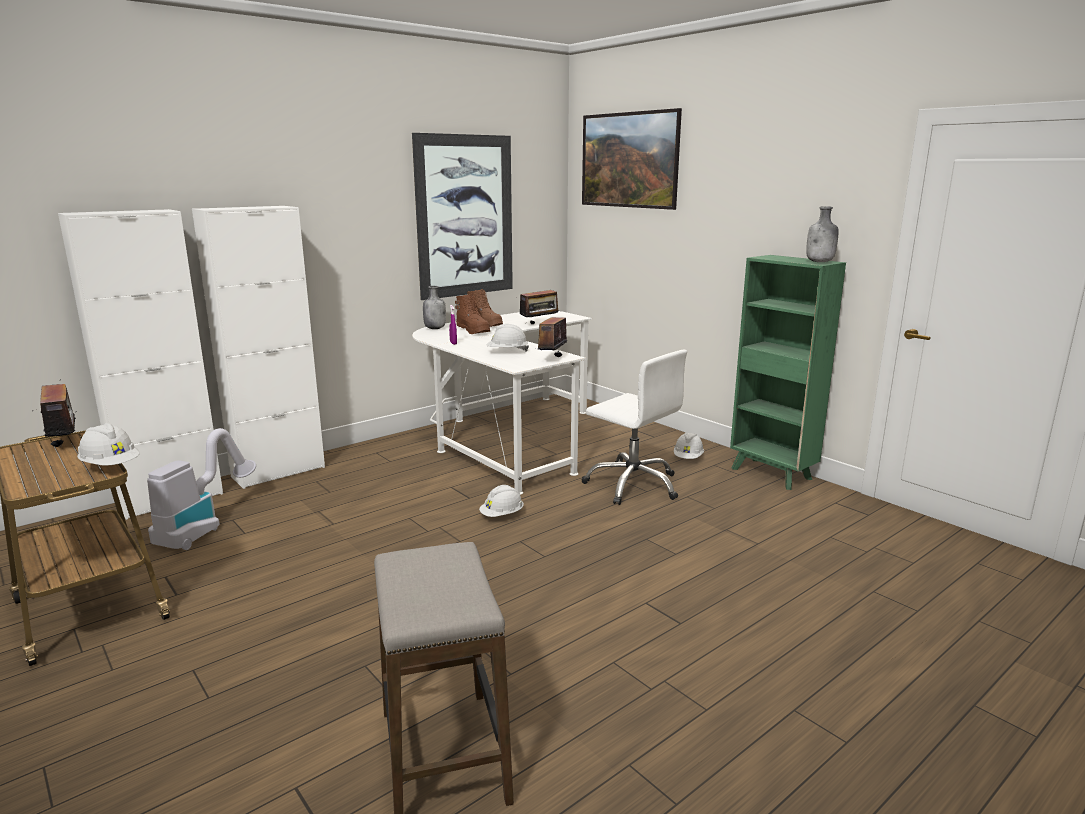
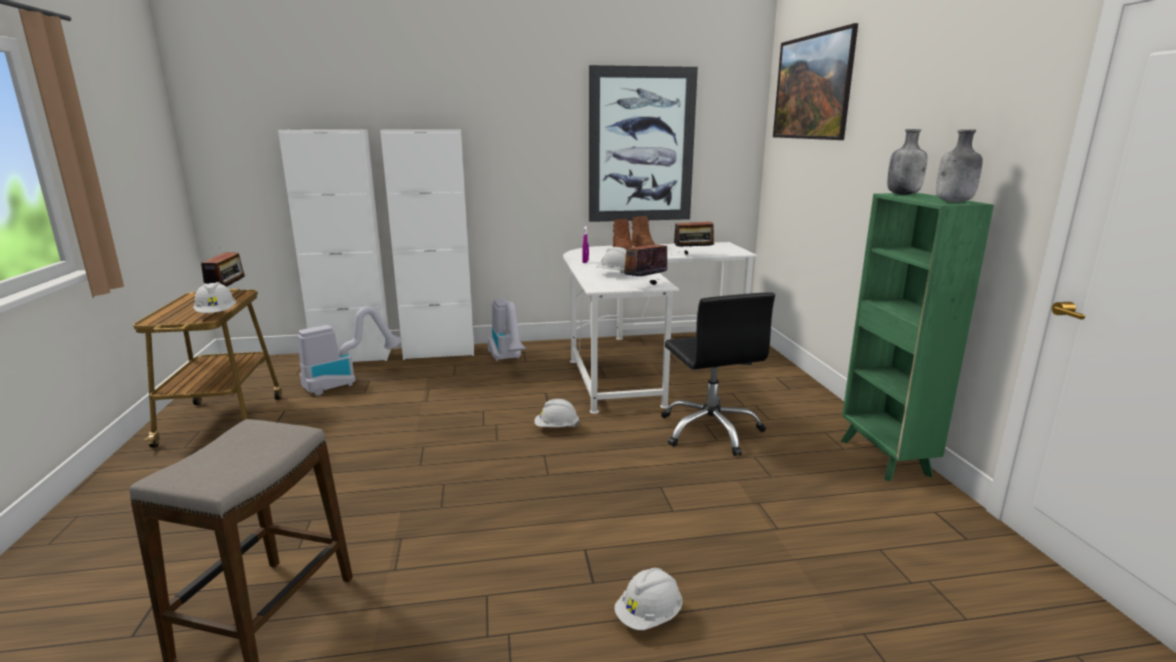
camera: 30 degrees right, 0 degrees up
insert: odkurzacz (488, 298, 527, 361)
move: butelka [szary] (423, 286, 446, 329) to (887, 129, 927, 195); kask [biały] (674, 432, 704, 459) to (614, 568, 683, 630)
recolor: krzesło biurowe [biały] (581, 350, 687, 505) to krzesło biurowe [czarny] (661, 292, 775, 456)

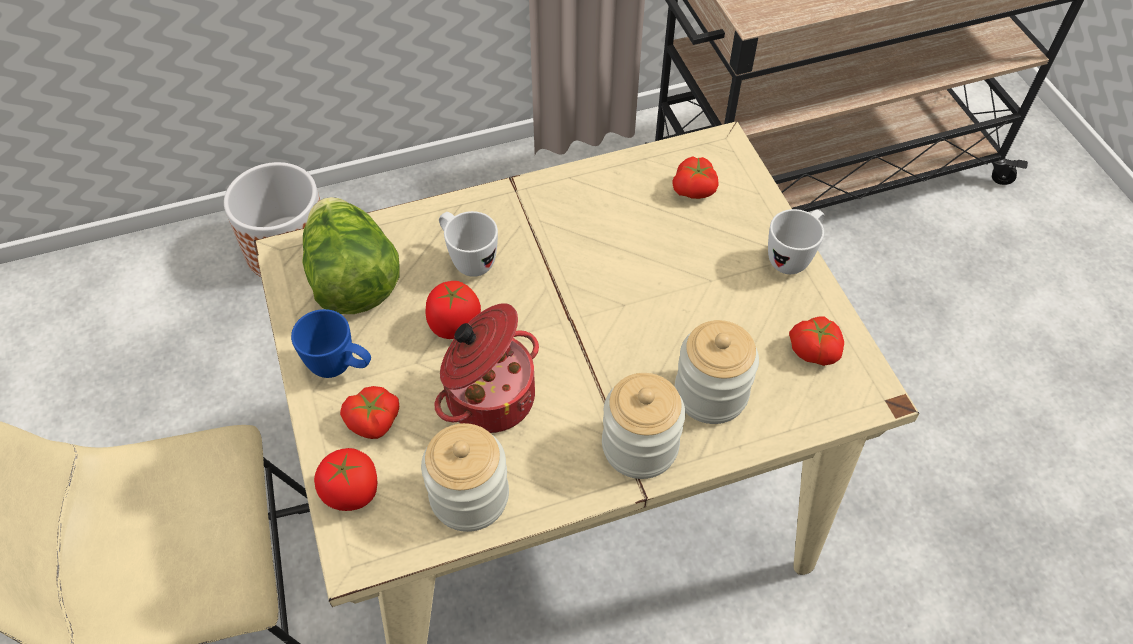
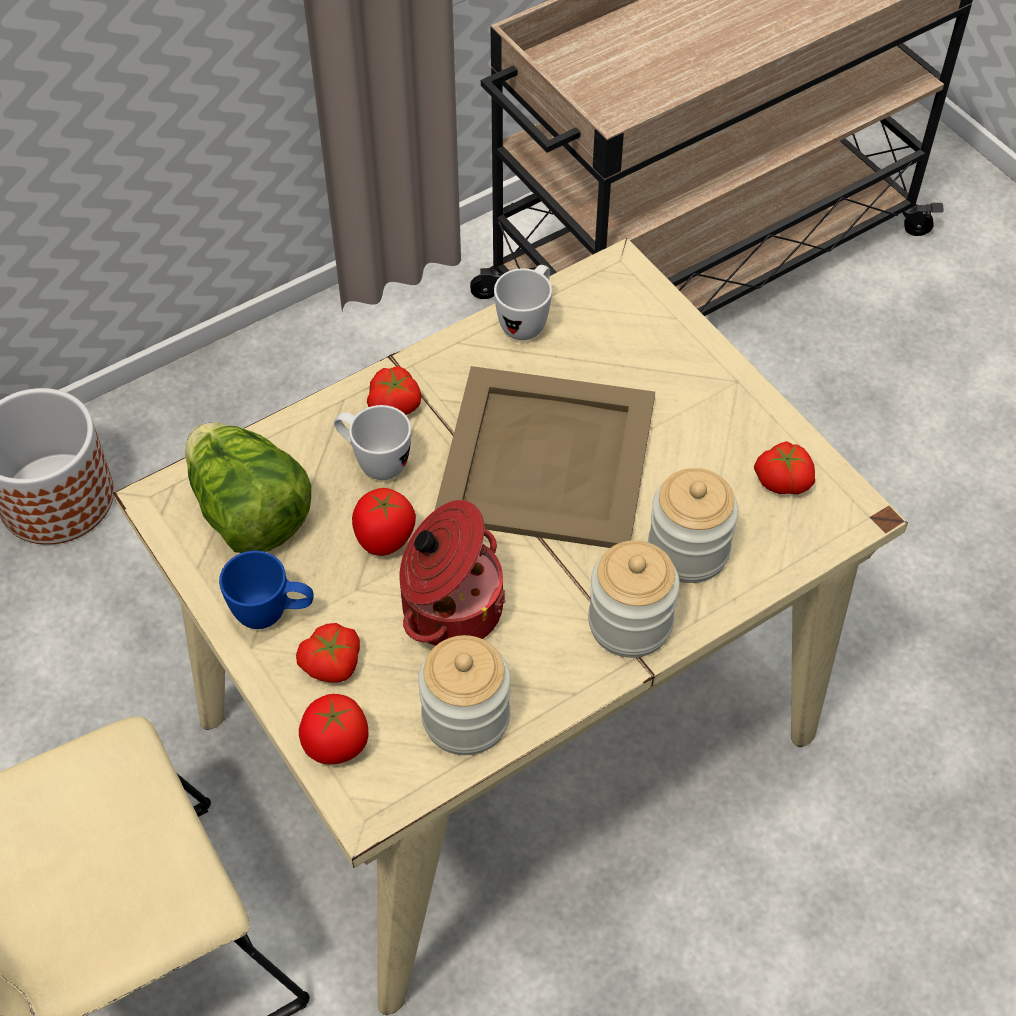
camera: 15 degrees left, 0 degrees up
insert: taca [beżowy] (435, 366, 655, 548)
move: pomidor (672, 157, 718, 199) to (367, 366, 422, 415); kubek [biały] (768, 209, 824, 274) to (494, 265, 552, 340)

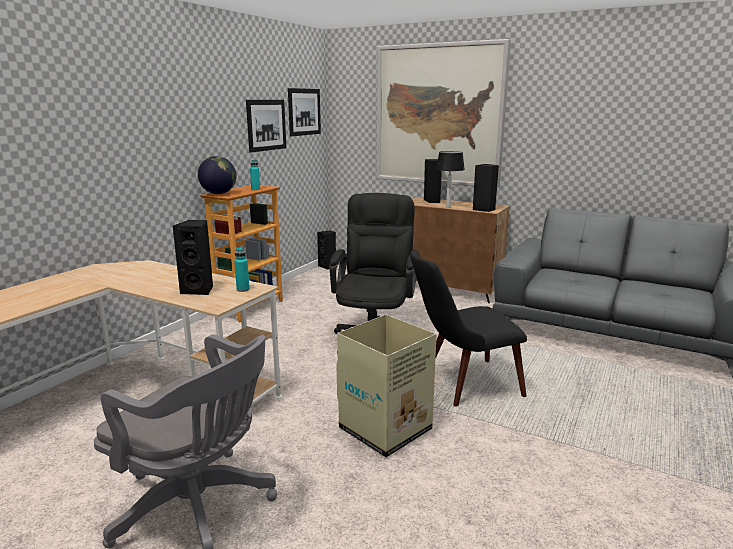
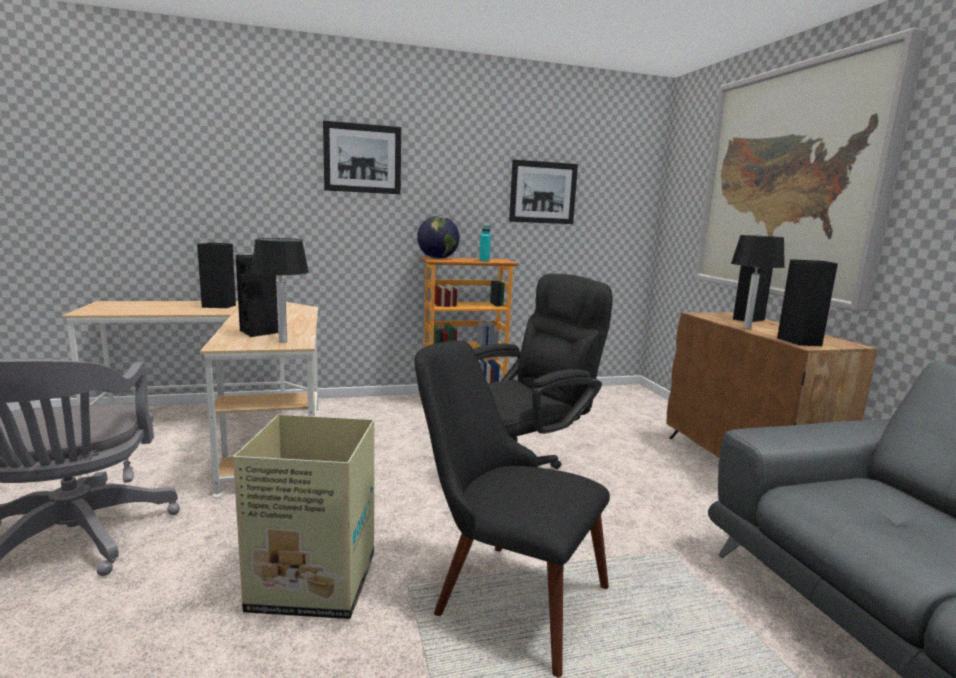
camera: 45 degrees right, 5 degrees down
move: obraz (288, 88, 321, 136) to (323, 121, 401, 194); głośnik [czarny] (317, 230, 336, 270) to (197, 242, 236, 308)
replace: butelka [turkusowy] (234, 247, 250, 292) to lampa stołowa (251, 238, 309, 343)

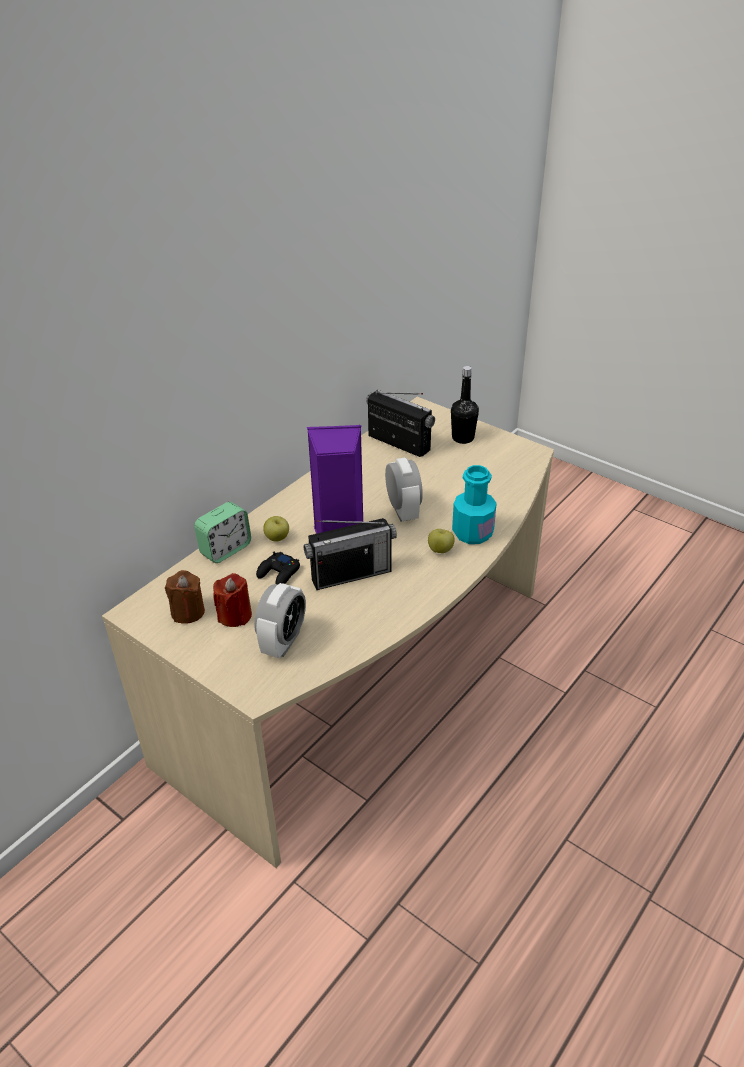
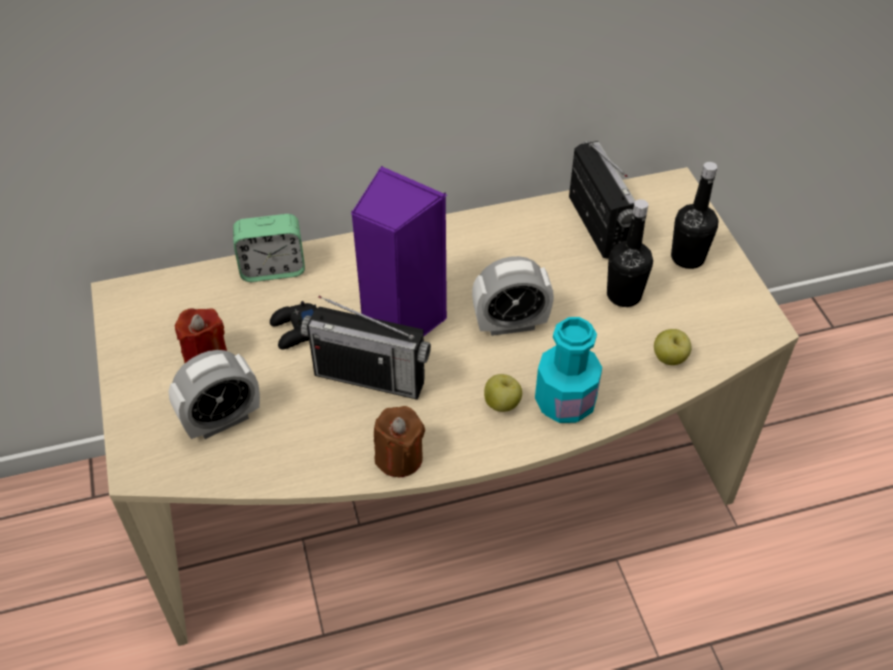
camera: 35 degrees right, 10 degrees up
insert: butelka [czarny] (607, 199, 653, 307)
move: świeca [brązowy] (165, 570, 205, 624) to (374, 406, 425, 477); jabłko (263, 516, 289, 542) to (654, 329, 691, 365)
rotate: budzik (385, 457, 423, 522) = (472, 256, 554, 336) 60 degrees clockwise

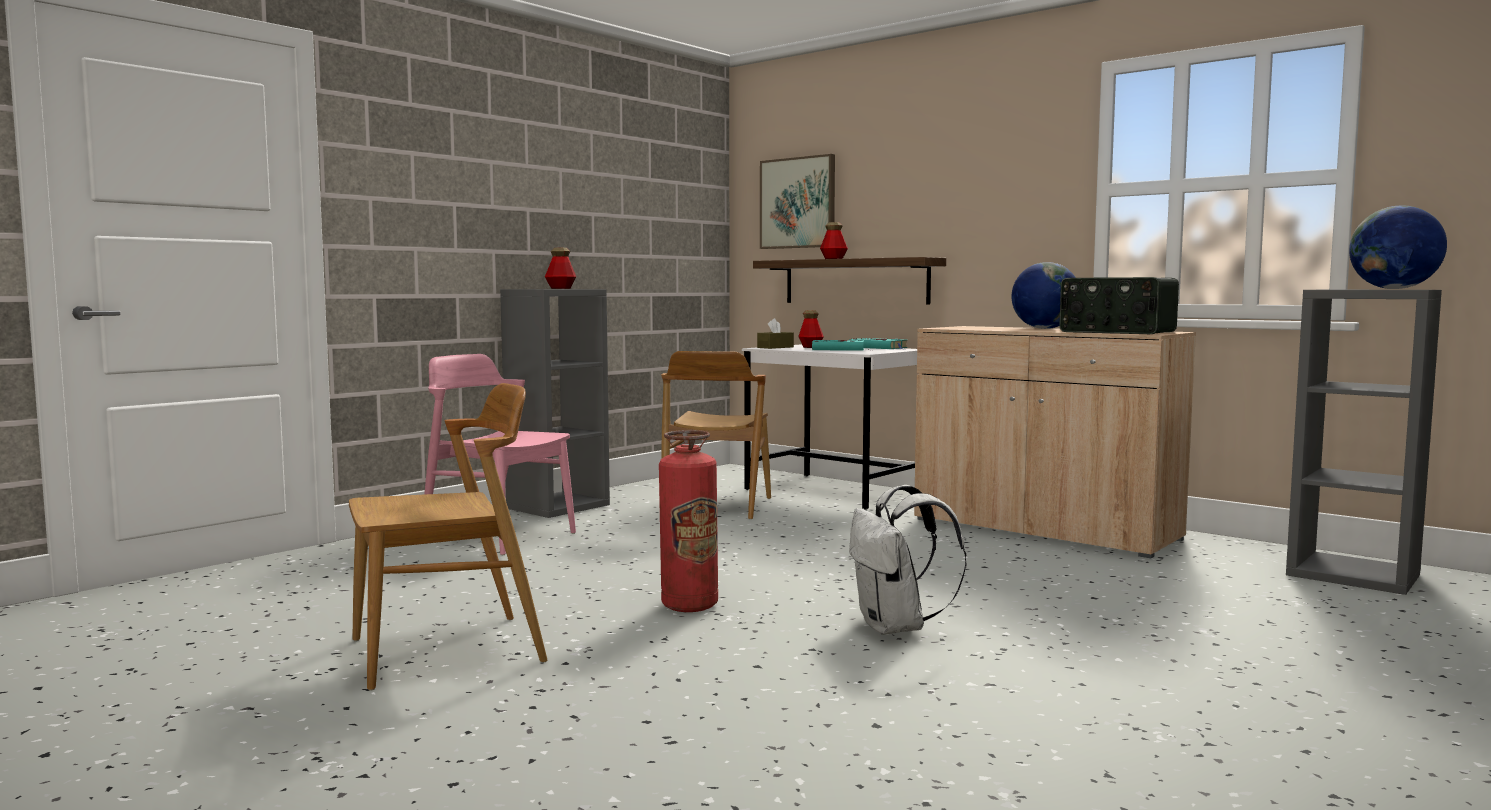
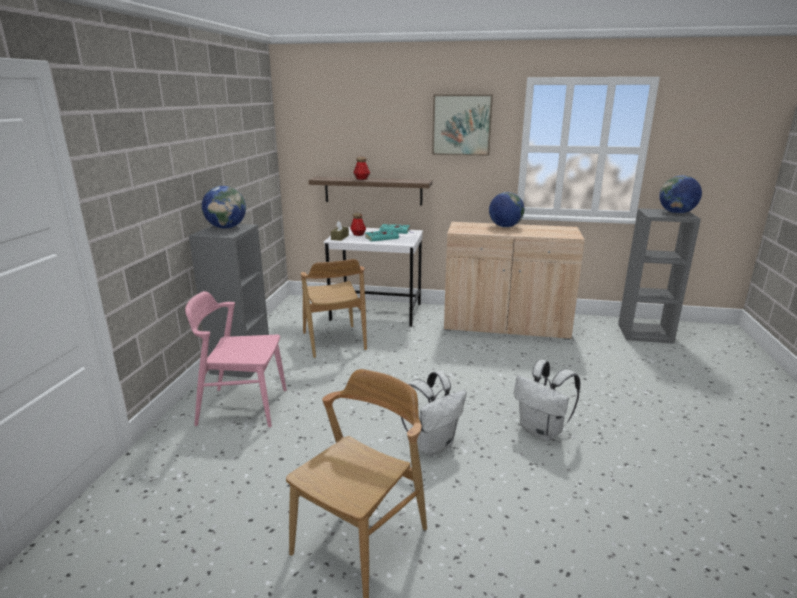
camera: 30 degrees left, 15 degrees up
delete: radio (1059, 277, 1179, 334)
move: obraz (760, 154, 835, 249) to (432, 95, 493, 156)
replace: butelka (545, 248, 576, 289) to globus (202, 186, 246, 228); gaśnica (659, 430, 718, 612) to plecak [biały] (401, 371, 467, 456)

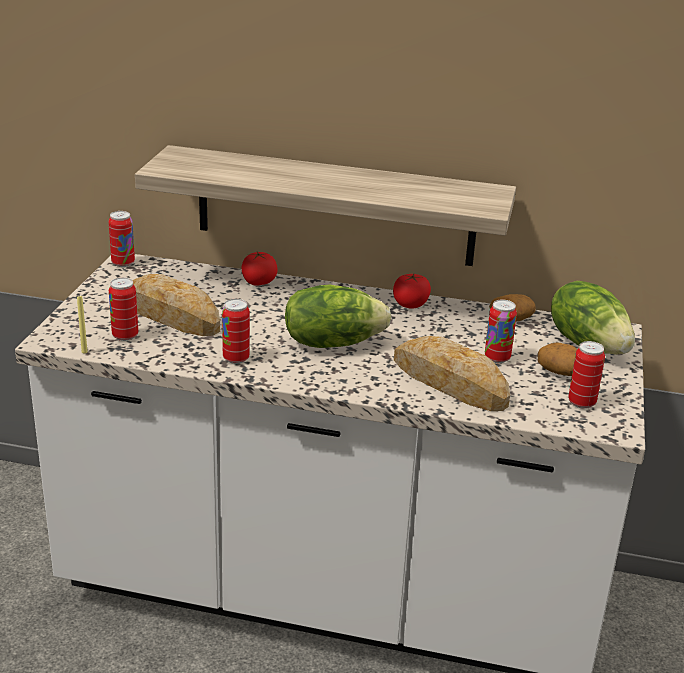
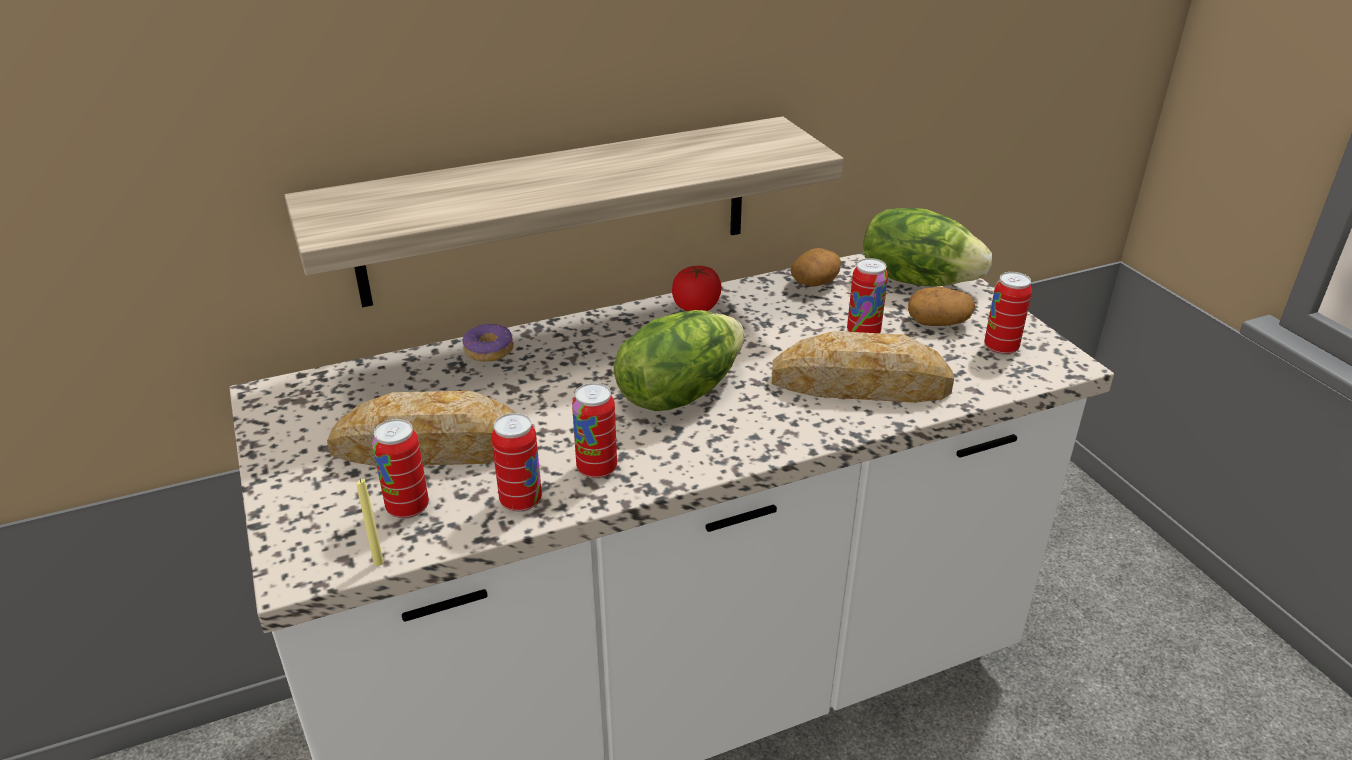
camera: 35 degrees left, 5 degrees up
move: puszka (109, 211, 135, 267) to (491, 413, 542, 512)
replace: pomidor (241, 252, 277, 286) to donut (462, 323, 514, 362)

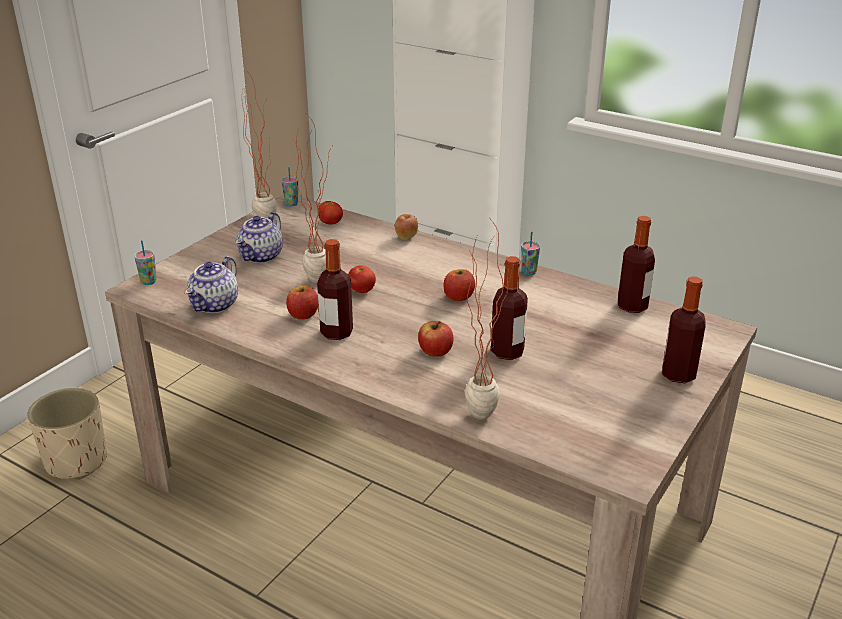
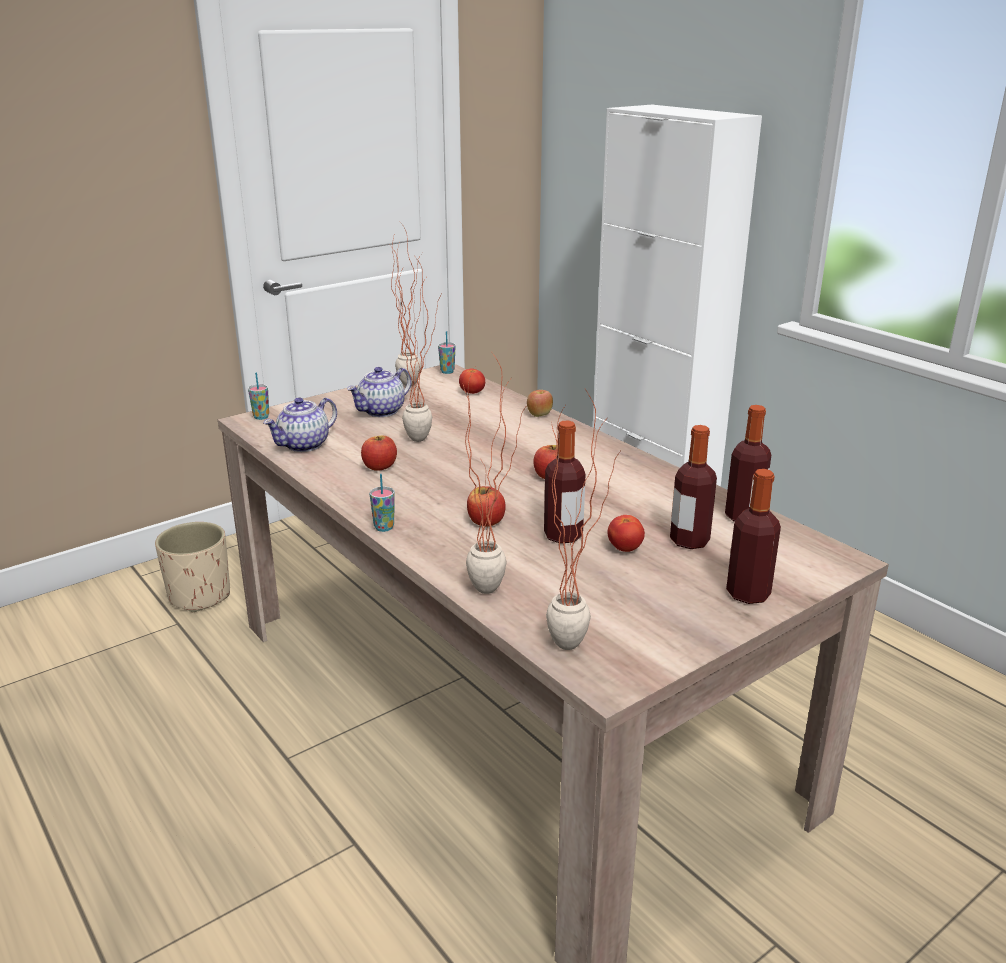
camera: 20 degrees right, 5 degrees down
insert: roślina doniczkowa (546, 389, 622, 650)
move: butelka (317, 239, 353, 340) to (670, 425, 717, 549); pomidor (348, 265, 376, 293) to (608, 515, 645, 552); filiżanka (521, 231, 540, 276) to (369, 474, 395, 532)

